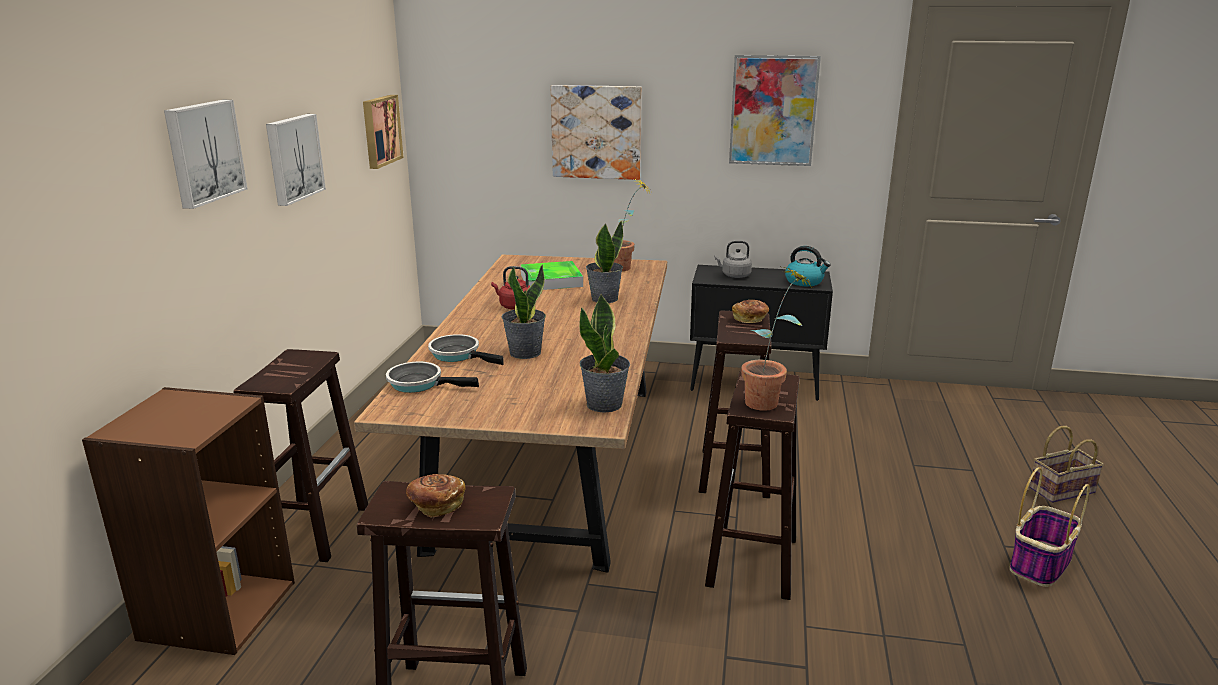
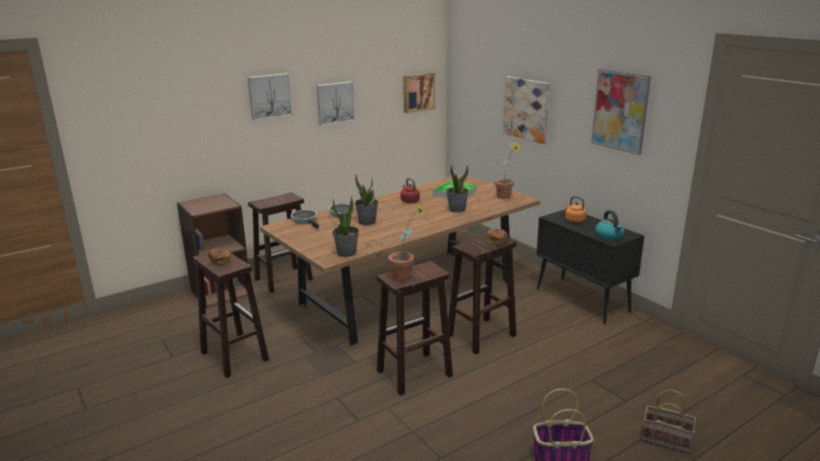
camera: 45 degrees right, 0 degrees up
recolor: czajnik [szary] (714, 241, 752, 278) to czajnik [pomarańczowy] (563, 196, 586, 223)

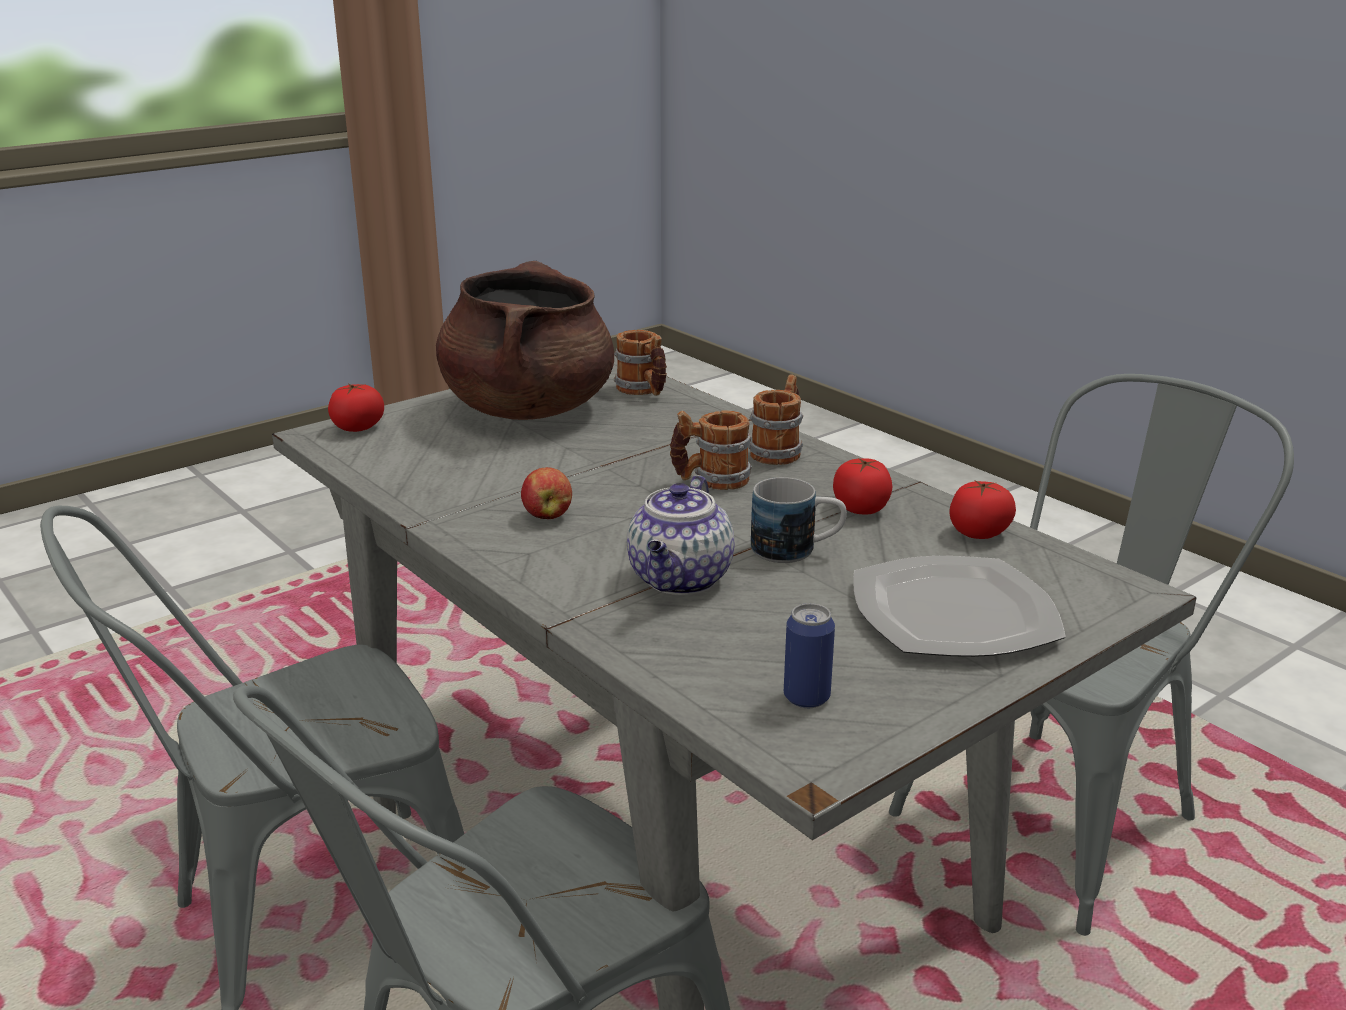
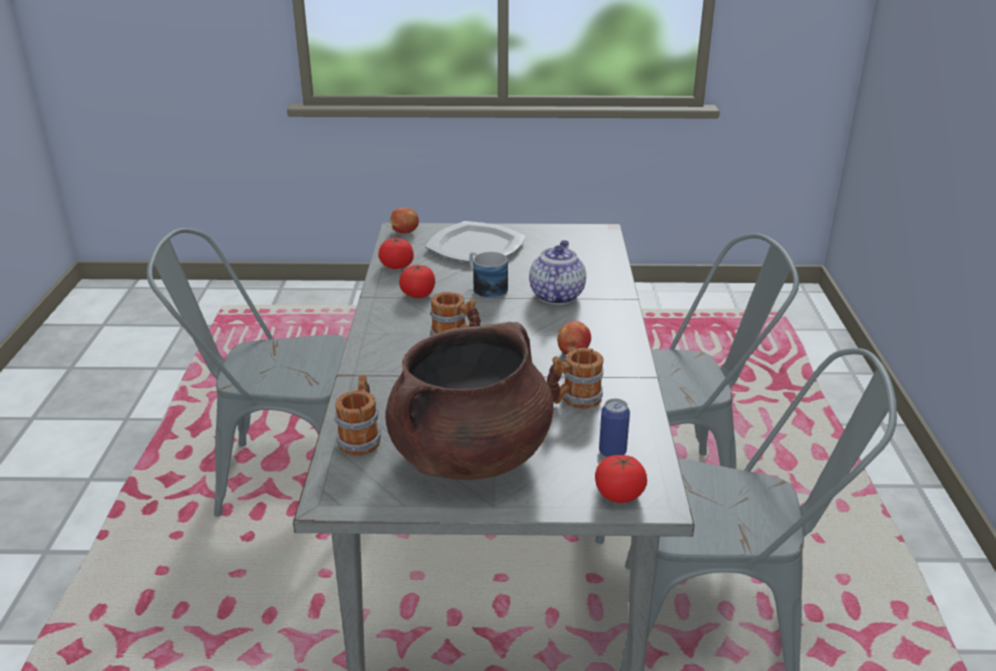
camera: 140 degrees left, 5 degrees up
insert: jabłko (390, 207, 419, 233)
move: kubek (748, 374, 803, 465) to (547, 348, 604, 409); puszka (784, 603, 835, 708) to (599, 398, 630, 458)
rotate: imbryk (627, 475, 734, 595) = (529, 240, 586, 305) 45 degrees counterclockwise

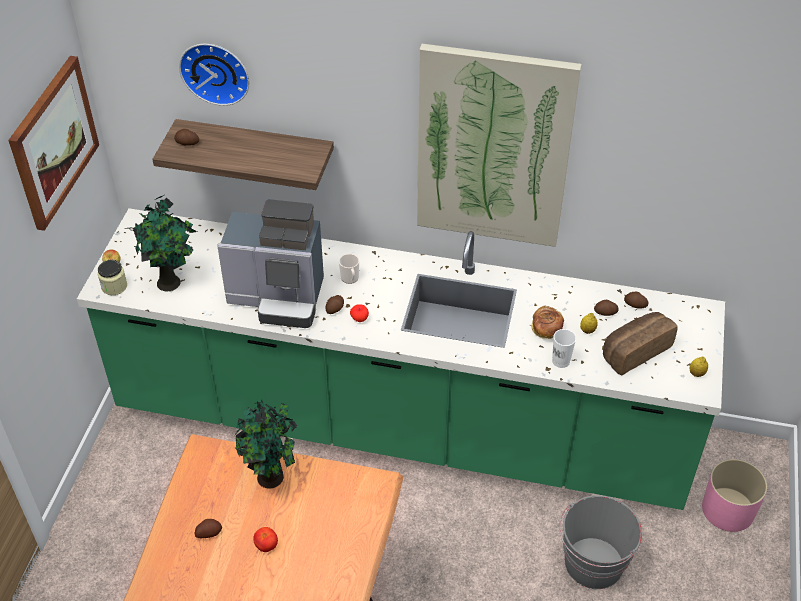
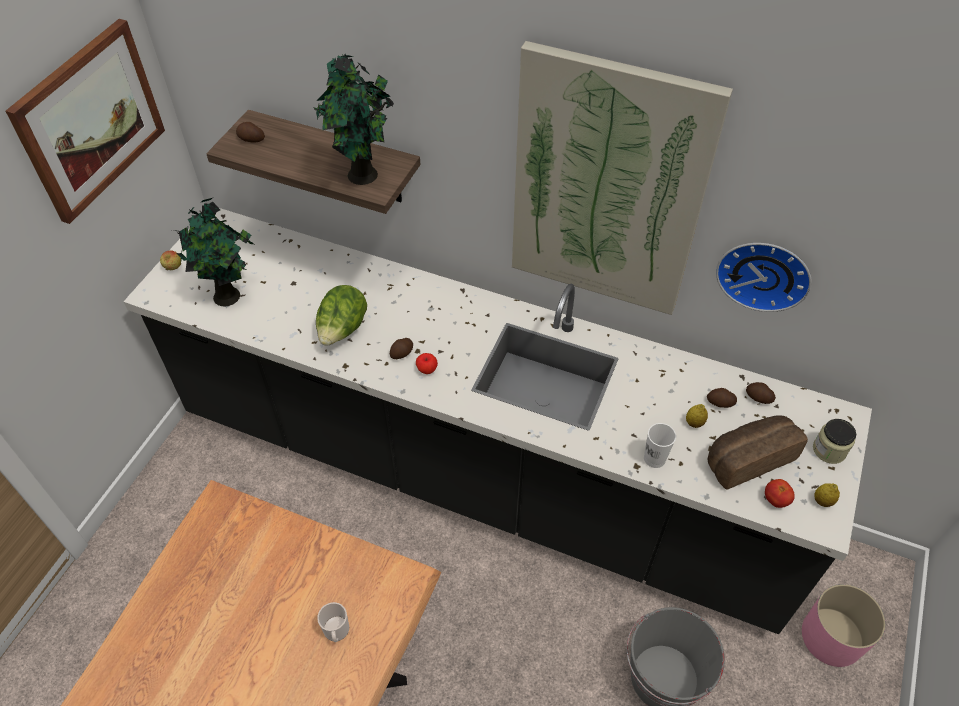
camera: 10 degrees right, 5 degrees up
delete: ziemniak (194, 519, 222, 538); chleb (531, 305, 564, 339)
move: słoik (98, 260, 127, 295) to (813, 419, 856, 464); zegar ścienny (179, 44, 249, 106) to (716, 243, 812, 312); roślina doniczkowa (234, 399, 297, 489) to (314, 54, 394, 185); pomidor (253, 527, 278, 552) to (765, 479, 795, 508); kubek (339, 254, 359, 284) to (317, 602, 349, 642)
replace: ekspres do kawy (217, 199, 324, 328) to sałata (316, 285, 367, 346)
recolor: zabudowa kuchenna [zielony] (77, 208, 725, 510) to zabudowa kuchenna [czarny] (123, 208, 872, 634)

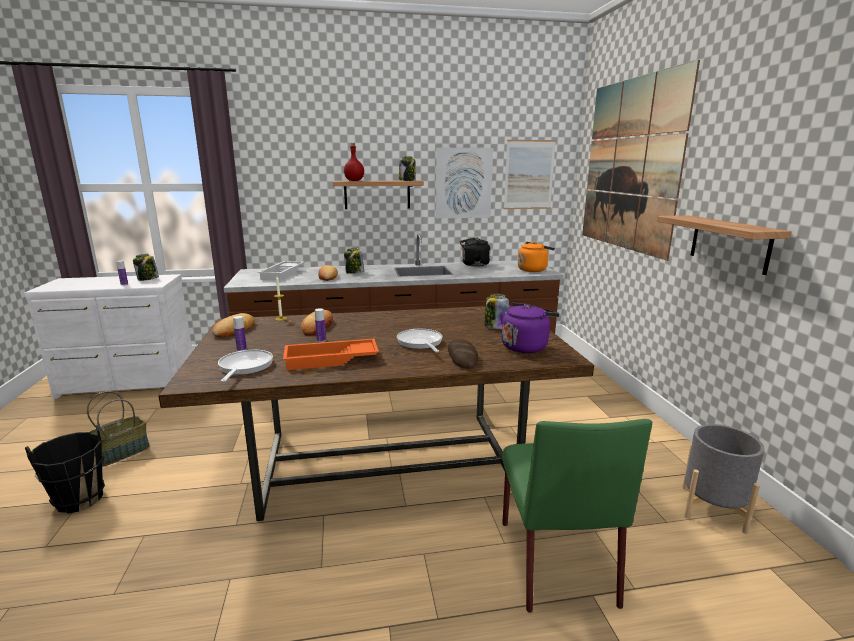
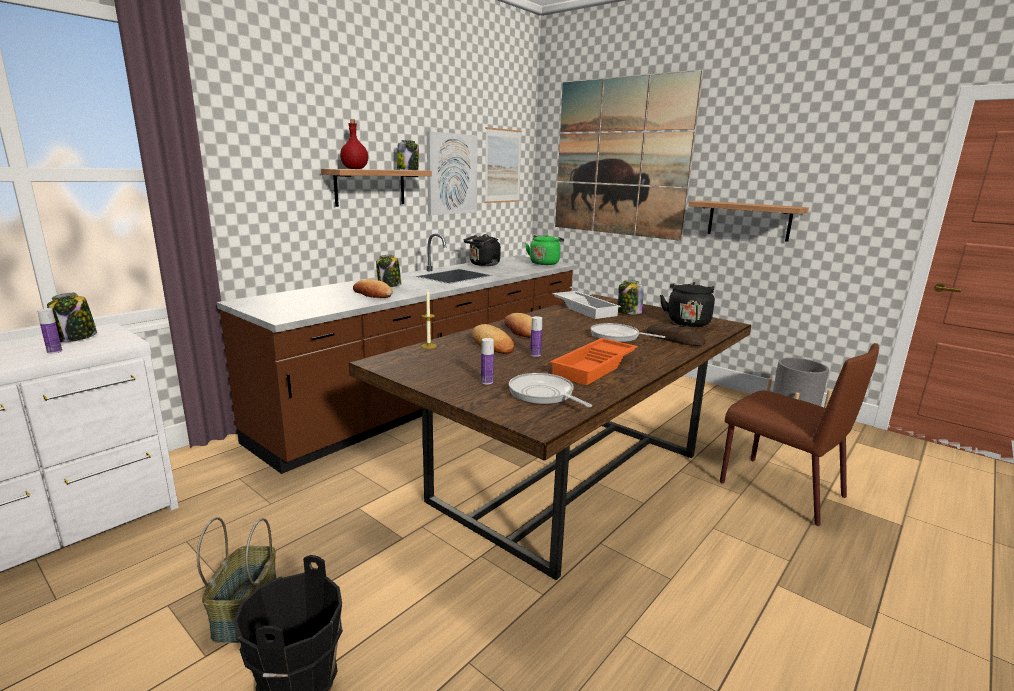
camera: 40 degrees left, 0 degrees up
move: chleb (212, 313, 255, 337) to (504, 313, 532, 338); taca [biały] (258, 261, 305, 281) to (552, 291, 621, 319)
recolor: czajnik [fioletowy] (500, 303, 560, 353) to czajnik [czarny] (660, 282, 715, 327); krzesło [zielony] (502, 419, 652, 613) to krzesło [brązowy] (720, 343, 879, 526); czajnik [pomarańczowy] (518, 242, 555, 272) to czajnik [zielony] (525, 234, 564, 265)

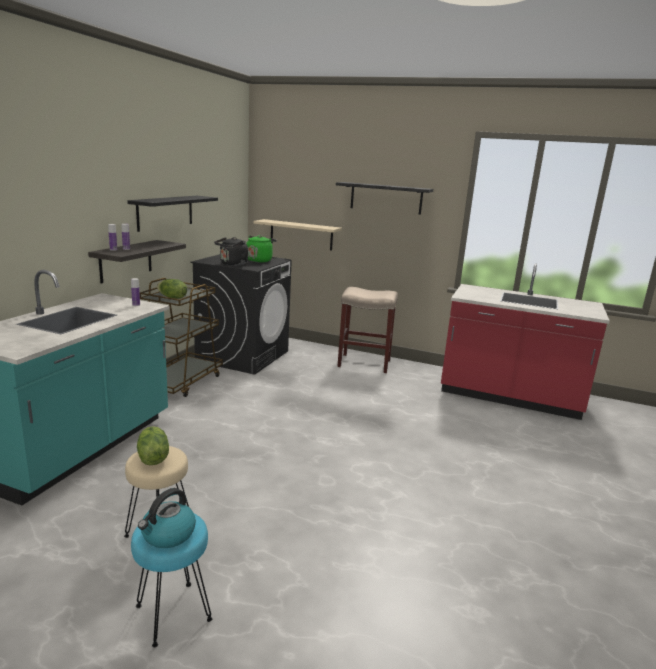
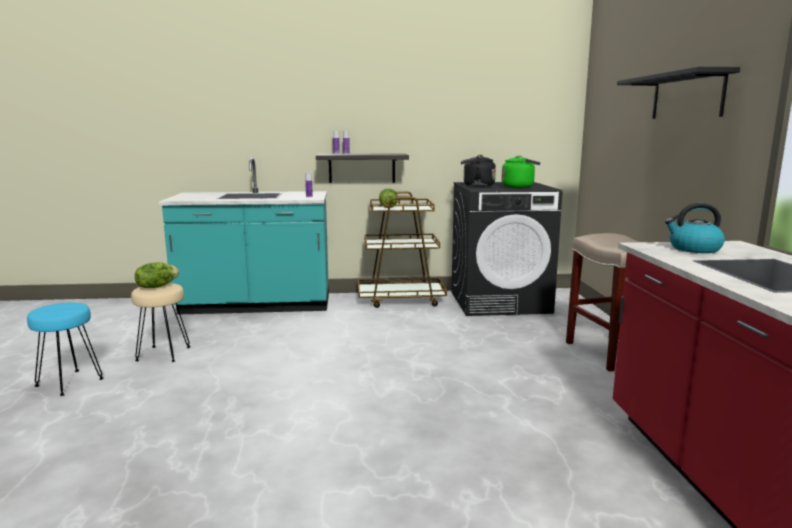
camera: 65 degrees right, 5 degrees down
delete: półka [czarny] (127, 196, 218, 232); półka [beżowy] (254, 219, 342, 251)
move: czajnik (138, 488, 196, 548) to (665, 203, 725, 253)

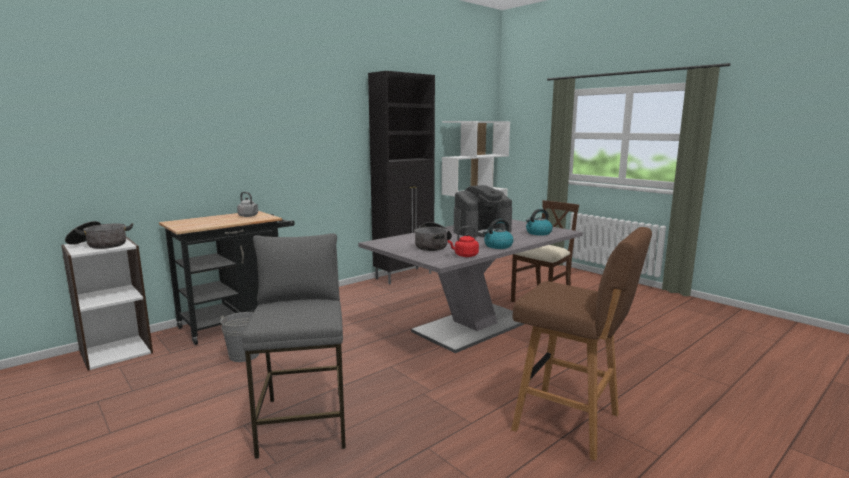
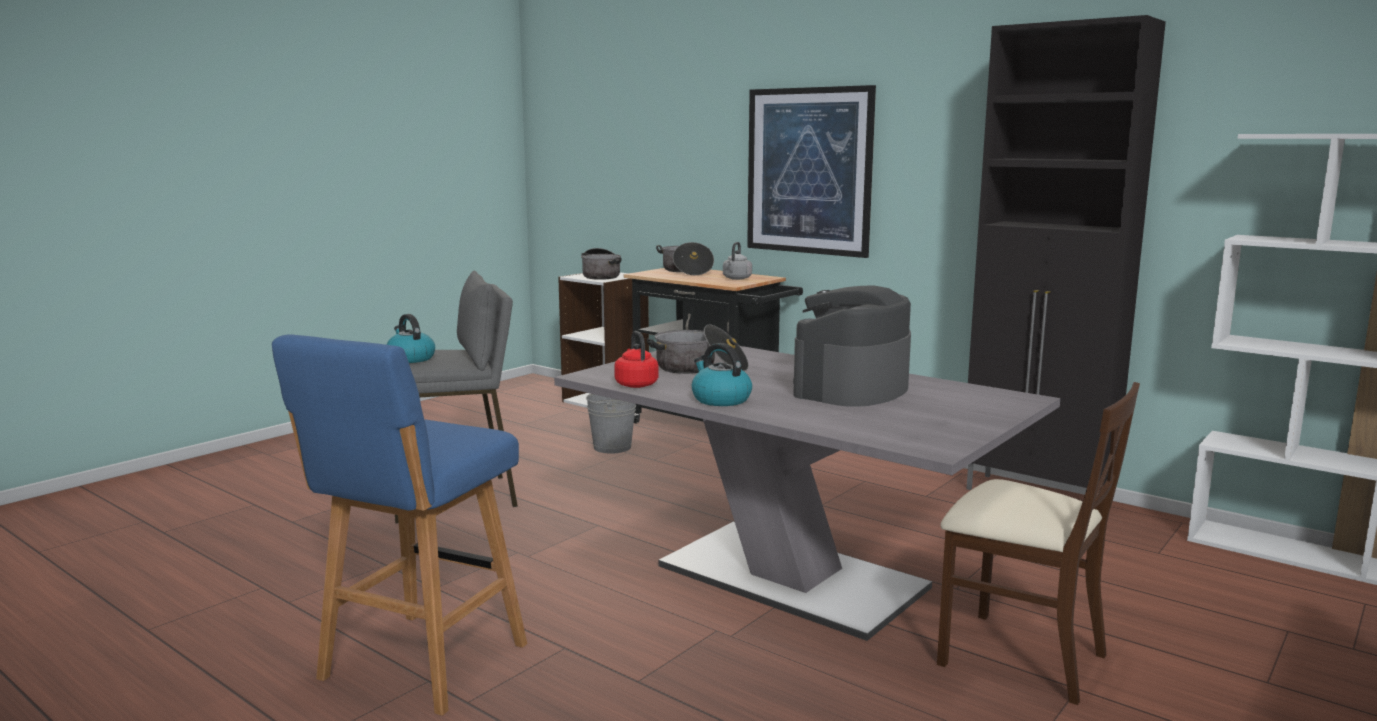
camera: 80 degrees right, 0 degrees up
insert: garnek (656, 242, 714, 275); obraz (747, 85, 876, 258)
move: czajnik (526, 209, 553, 235) to (387, 314, 435, 363)
recolor: stołek [brązowy] (511, 227, 652, 461) to stołek [niebieski] (272, 334, 527, 716)
rotate: ekspres do kawy (454, 185, 512, 238) = (793, 285, 911, 407) 75 degrees clockwise

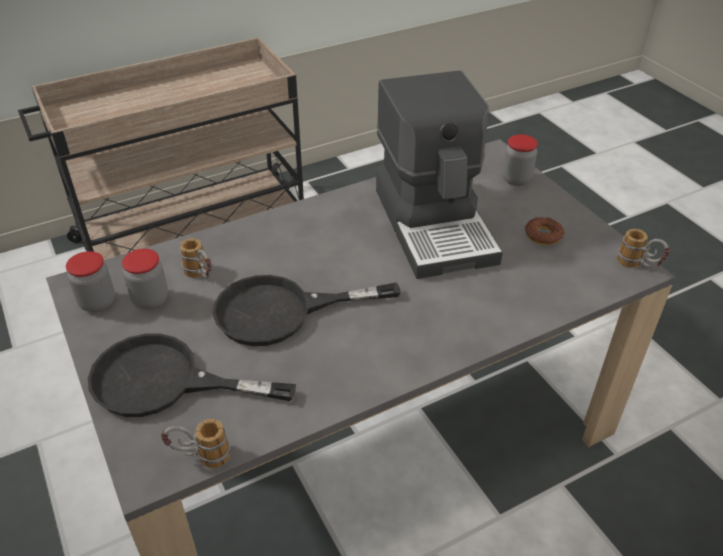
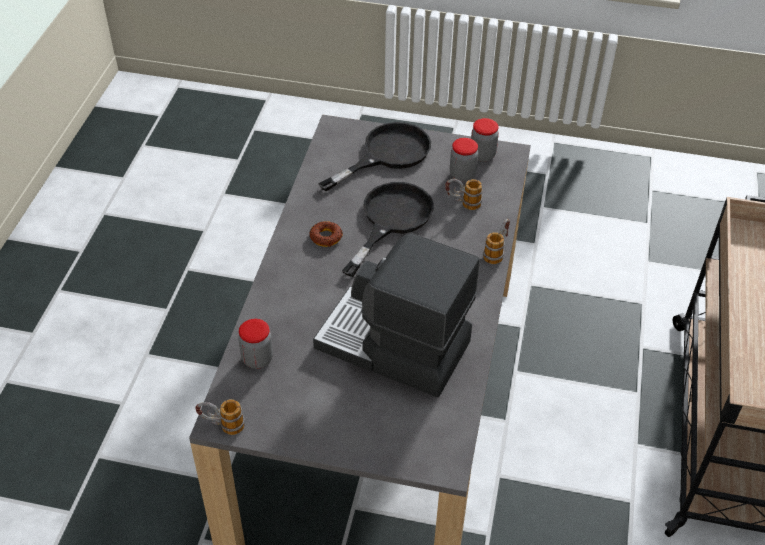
camera: 130 degrees right, 5 degrees up
move: kubek (161, 419, 230, 468) to (483, 219, 510, 264); słoik (502, 134, 538, 186) to (238, 319, 273, 369); donut (525, 217, 564, 245) to (309, 221, 343, 247)

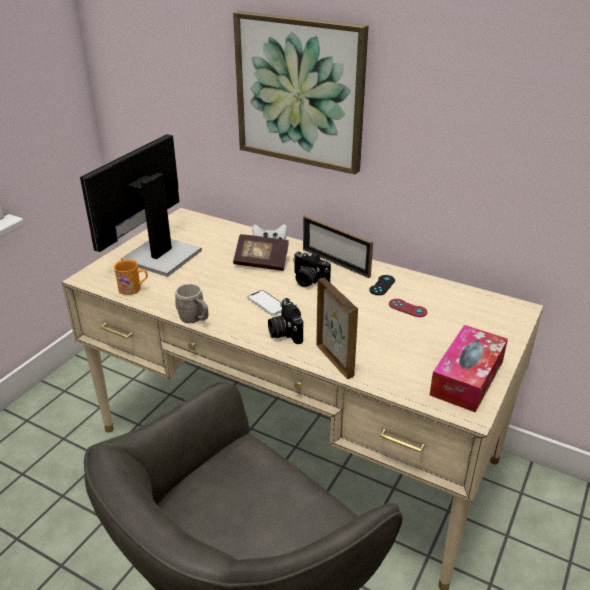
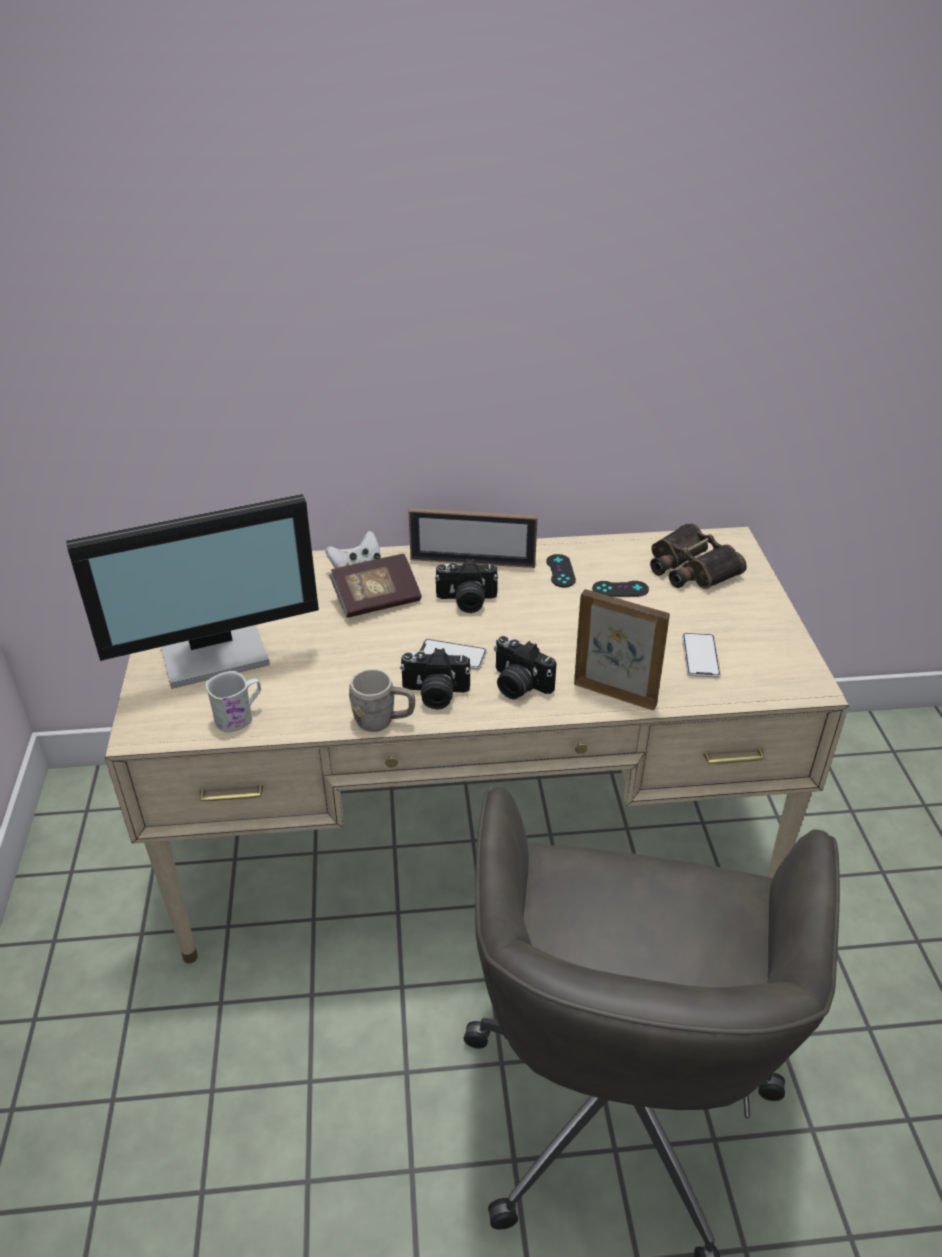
camera: 35 degrees left, 5 degrees up
delete: obraz (233, 11, 368, 175); pudełko chusteczek (430, 325, 508, 412)
insert: aparat fotograficzny (400, 648, 471, 710); lornetka (650, 523, 747, 589); telefon (682, 633, 721, 677)
recolor: kubek [pomarańczowy] (114, 260, 148, 295) to kubek [biały] (206, 671, 261, 733); pad do gier [czerwony] (389, 299, 427, 317) to pad do gier [czarny] (592, 581, 649, 597)
rotate: monitor (80, 134, 202, 277) = (66, 494, 319, 689) 105 degrees counterclockwise

